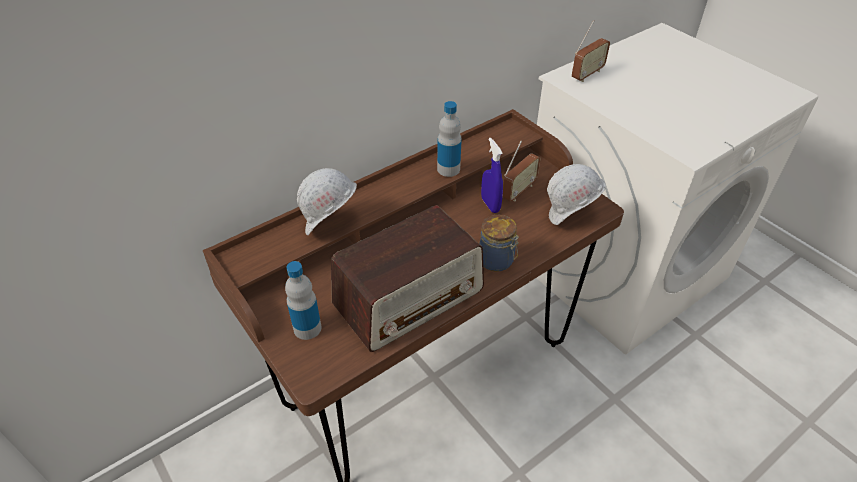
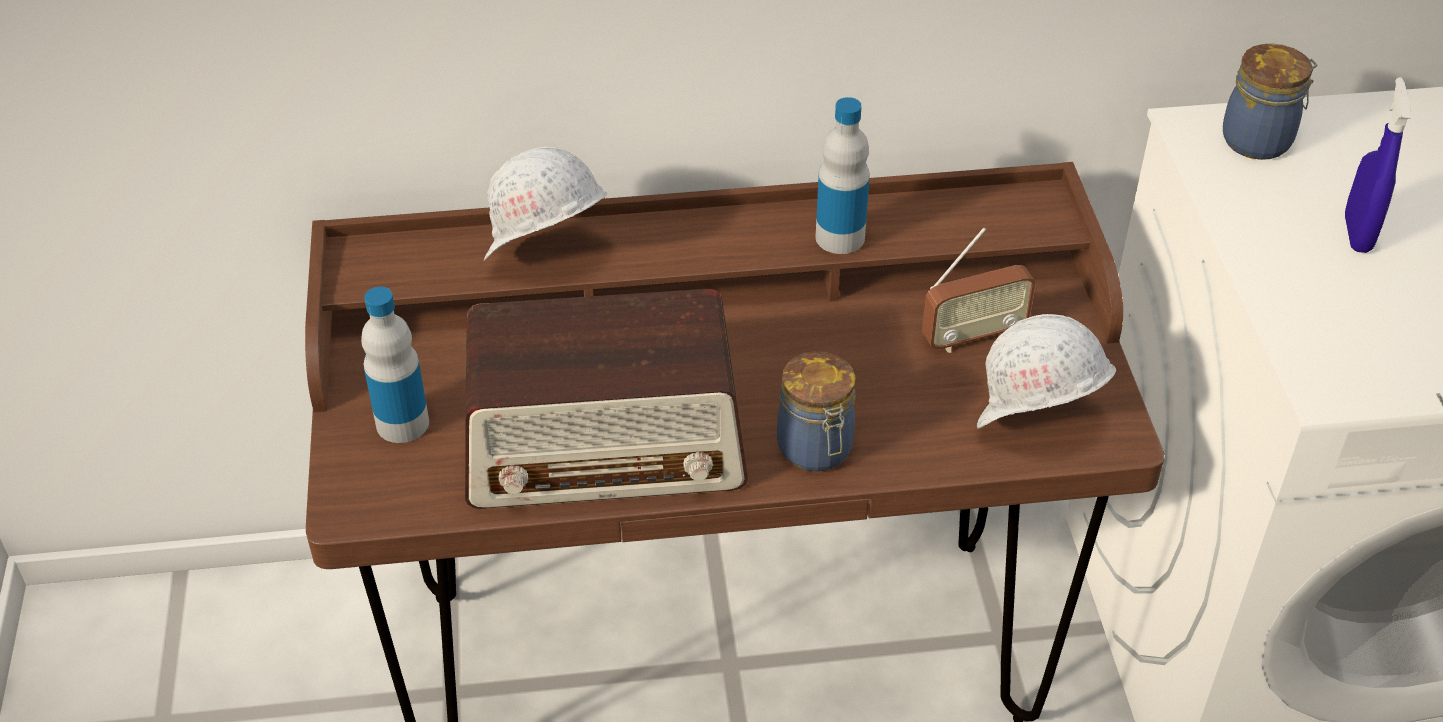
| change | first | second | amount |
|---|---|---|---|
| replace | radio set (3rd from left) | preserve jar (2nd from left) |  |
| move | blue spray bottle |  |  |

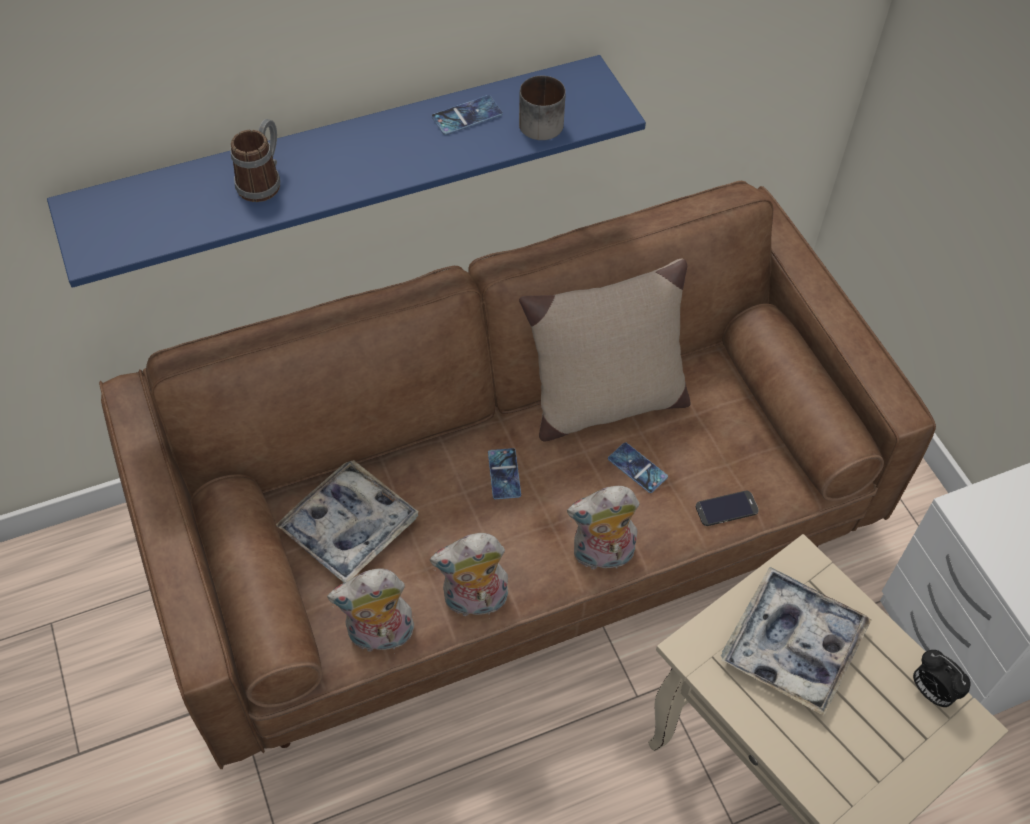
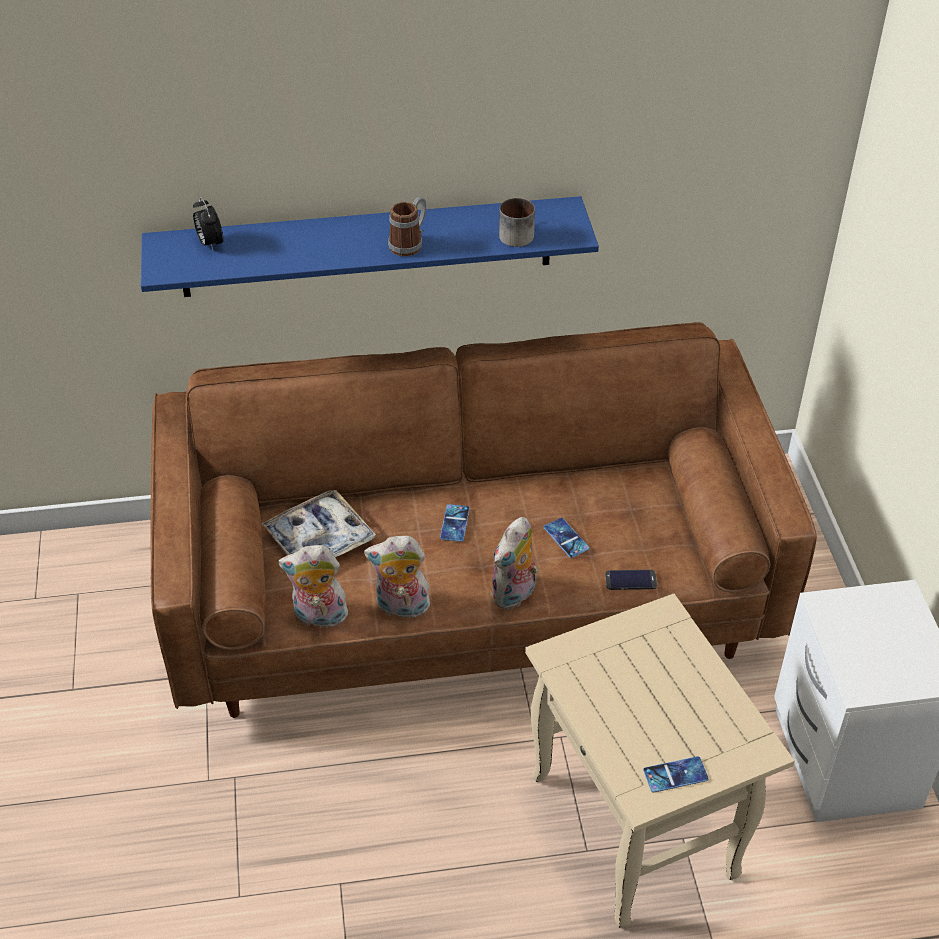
| change | first | second | amount |
|---|---|---|---|
| move | alarm clock |  |  |
| move | mug (1st from left) |  |  |
| rotate | plush toy (3rd from left) |  | 60 degrees counterclockwise |
| move | phone (1st from left in the first image) | phone (4th from left) |  |
| delete | sand-coloured cushion |  |  |
| delete | serving tray (2nd from left) |  |  |

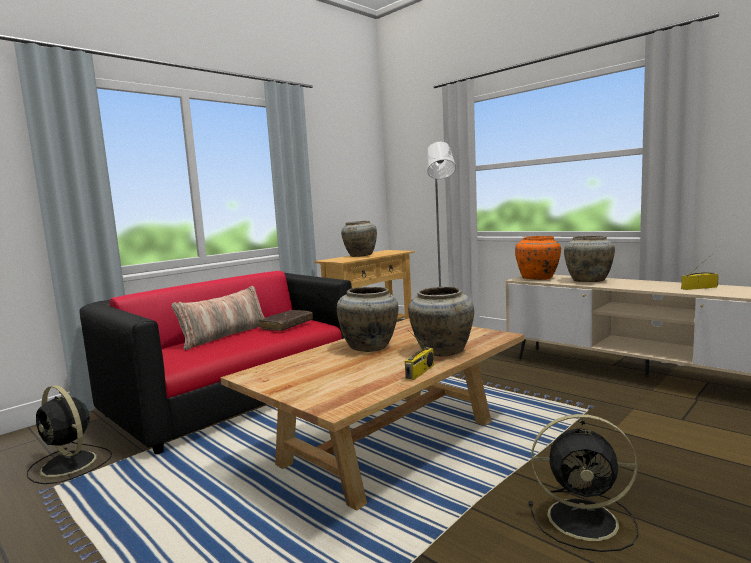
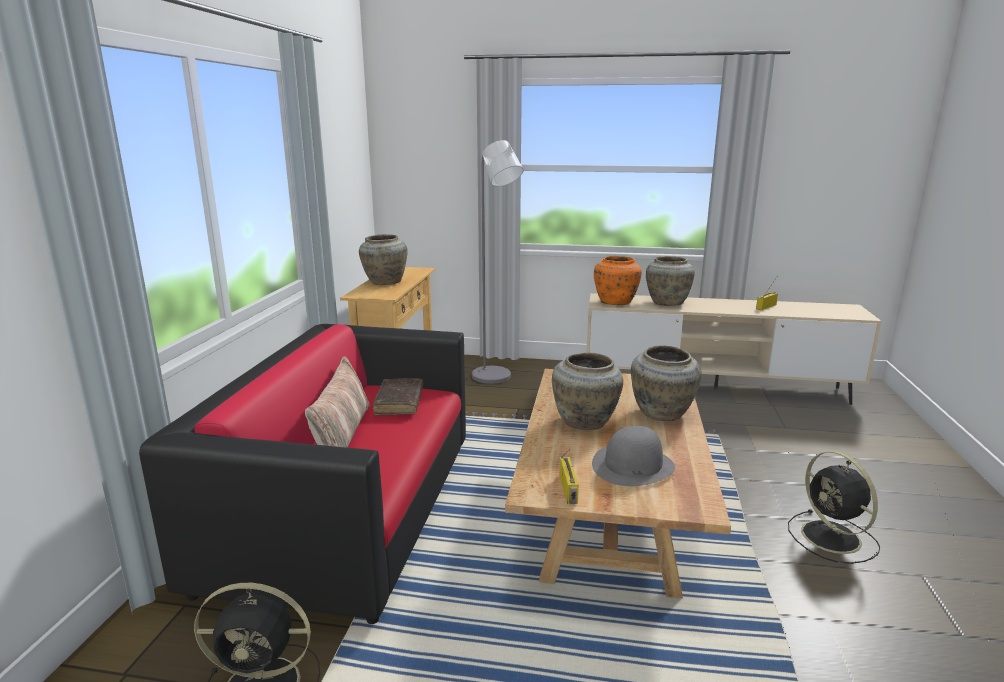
| change | first | second | amount |
|---|---|---|---|
| move | radio set (1st from left) |  |  |
| insert |  | greyish hat |  |
| rotate | black-coloured cooling fan (2nd from left) |  | 90 degrees clockwise |

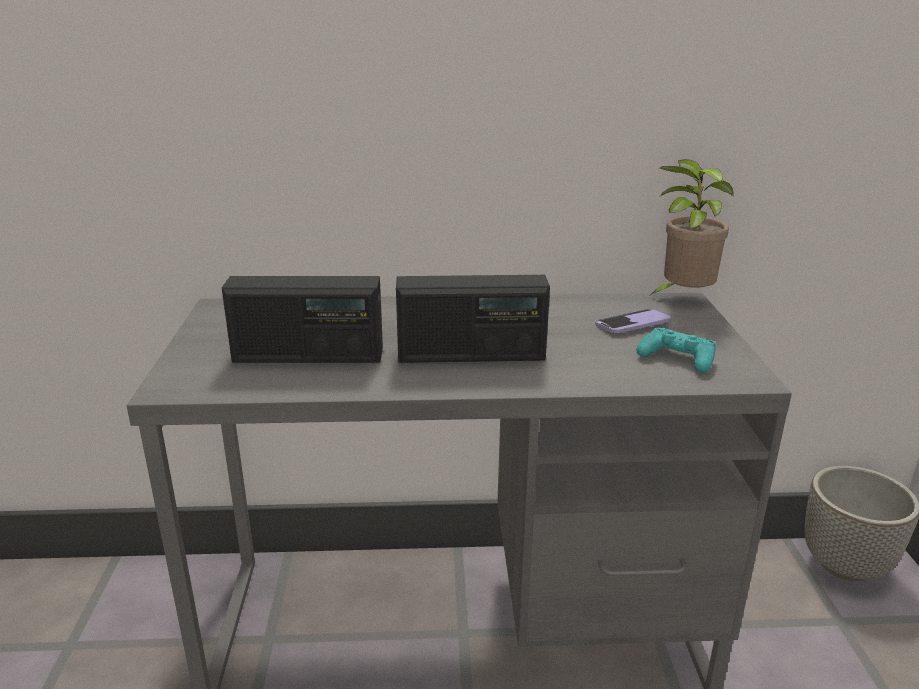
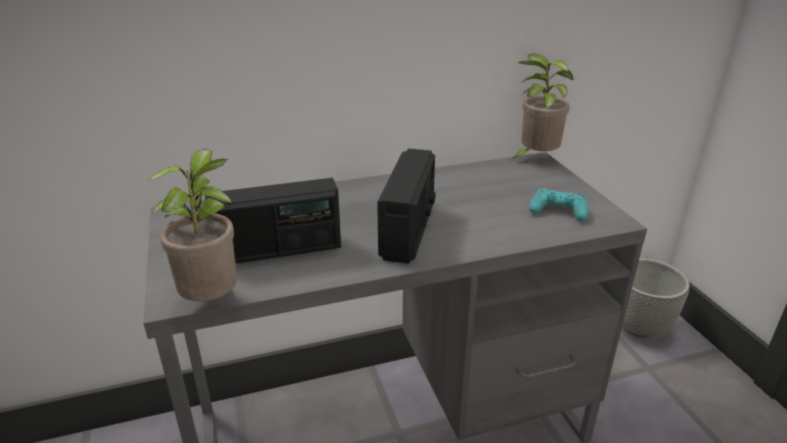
| change | first | second | amount |
|---|---|---|---|
| insert |  | potted plant (1st from left) |  |
| rotate | radio set (2nd from left) |  | 60 degrees counterclockwise |
| delete | phone |  |  |

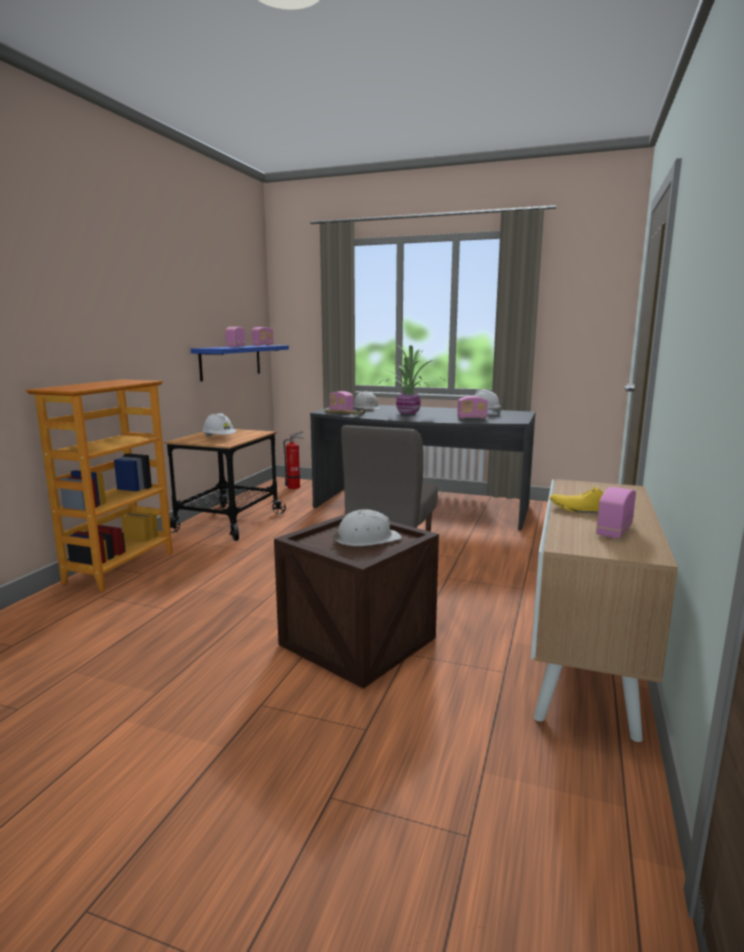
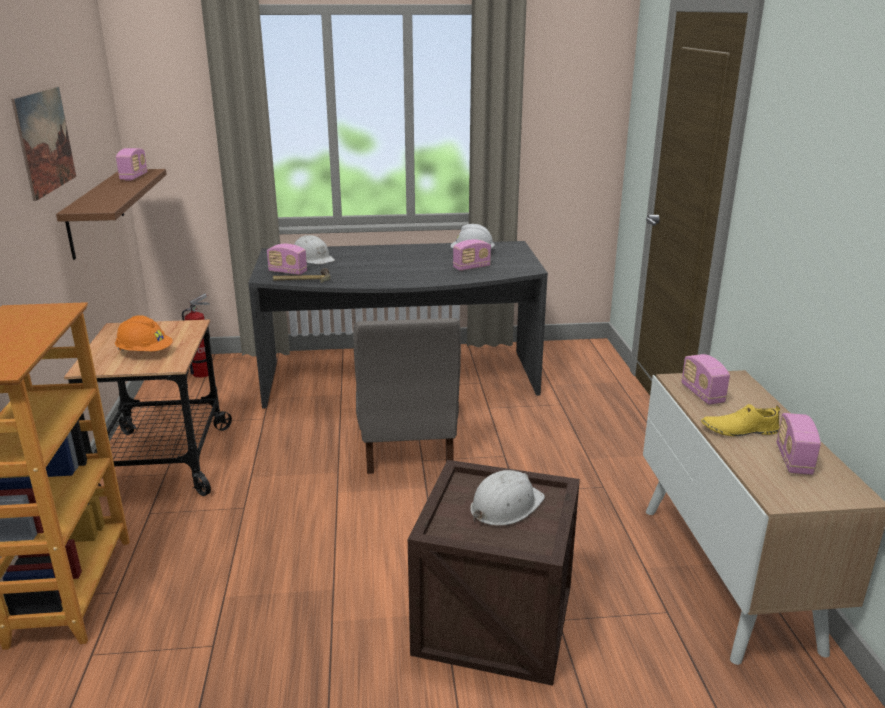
| change | first | second | amount |
|---|---|---|---|
| insert |  | wall picture |  |
| recolor | blue bracket shelf | brown bracket shelf |  |
| recolor | white work helmet (1st from left) | orange work helmet |  |
| move | radio set (1st from left in the first image) | radio set (4th from left) |  |
| delete | potted plant |  |  |

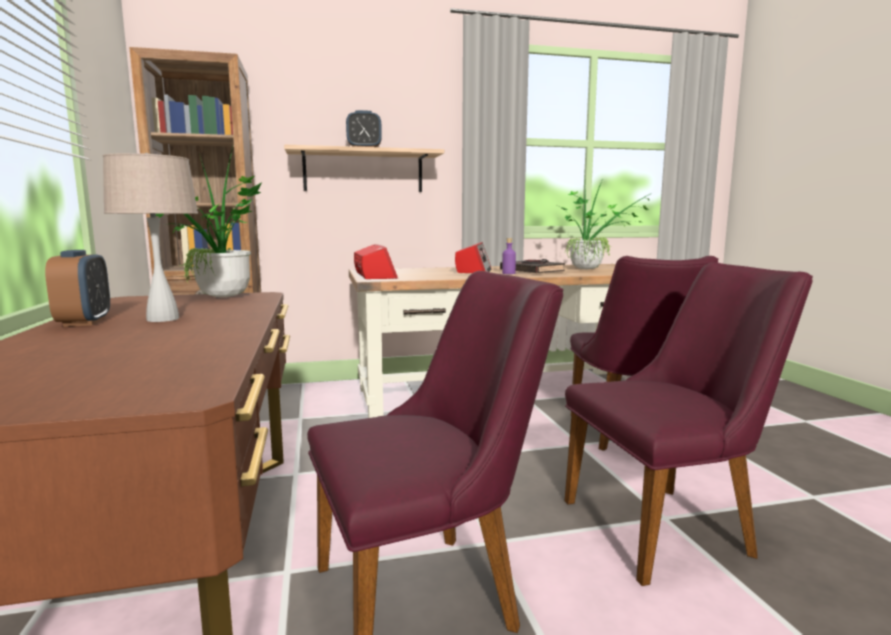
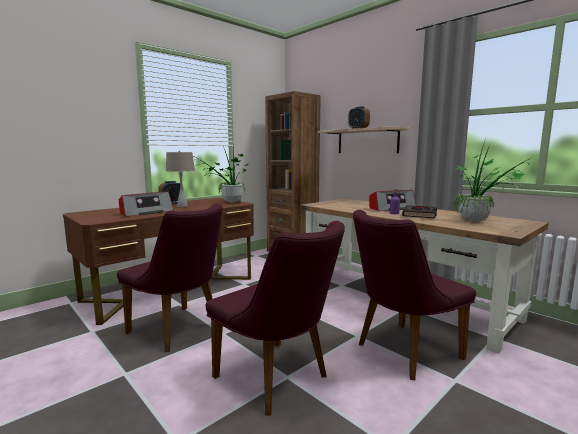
| change | first | second | amount |
|---|---|---|---|
| move | radio set (1st from left) |  |  |

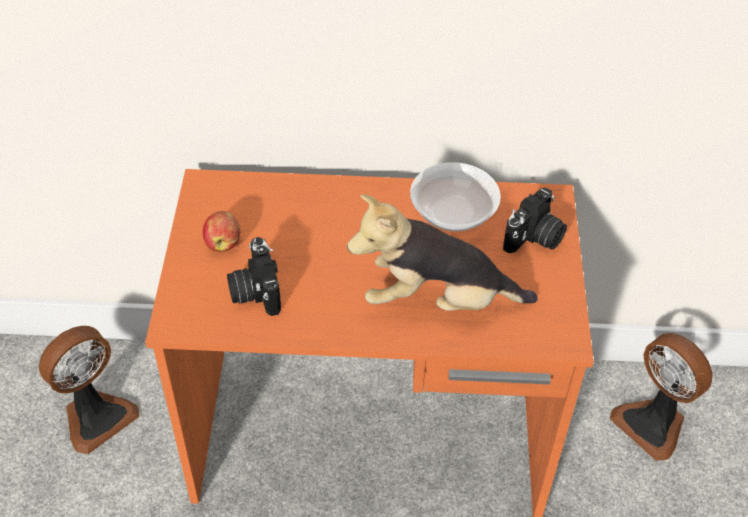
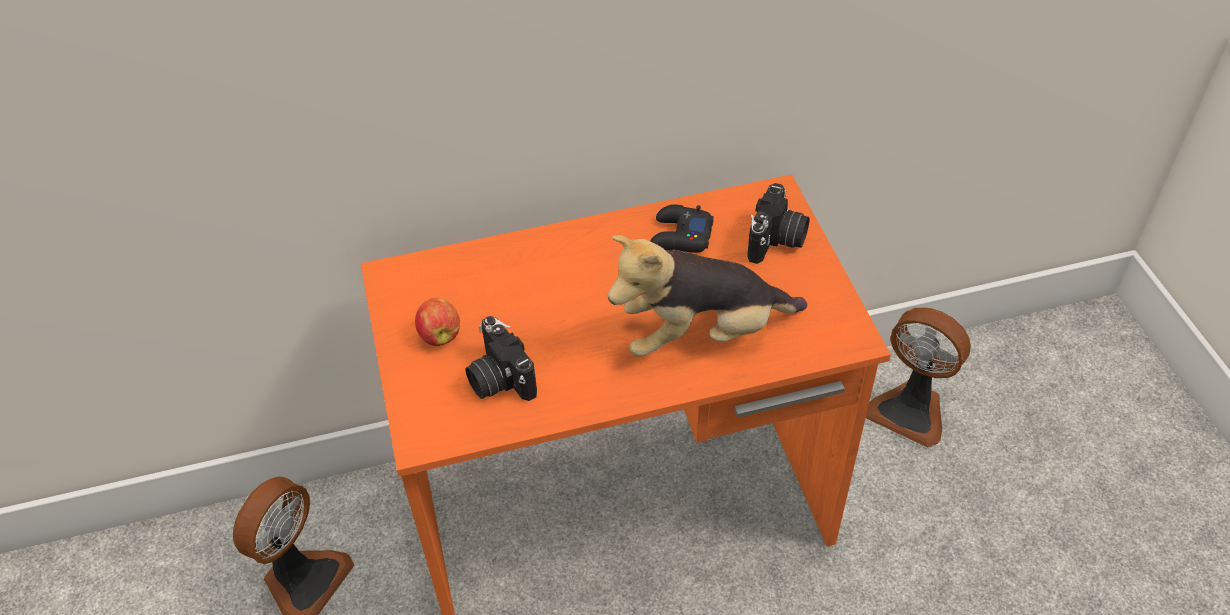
| change | first | second | amount |
|---|---|---|---|
| replace | serving bowl | black-coloured gamepad |  |

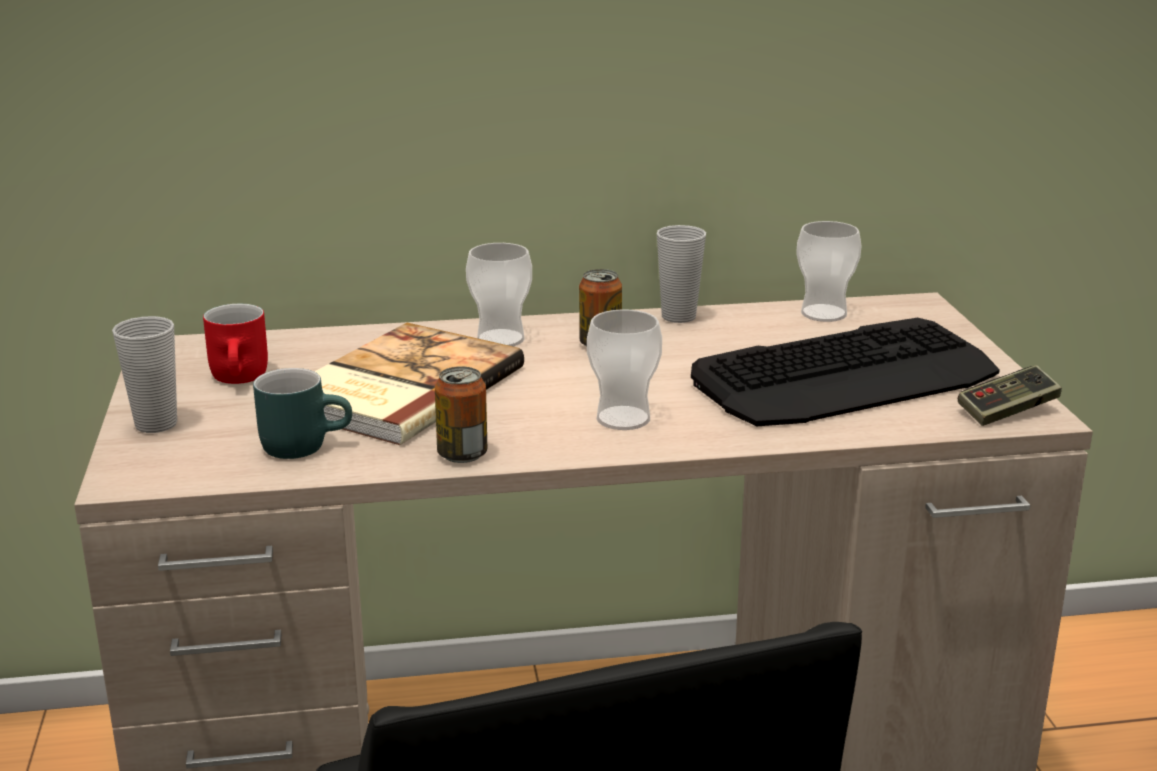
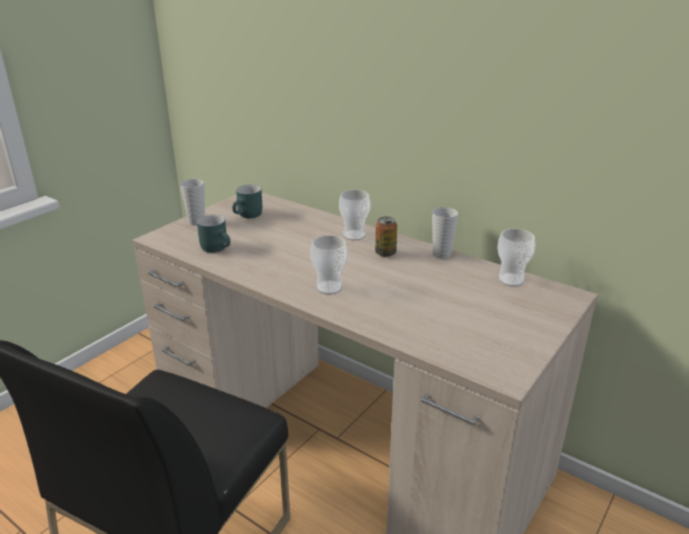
| change | first | second | amount |
|---|---|---|---|
| recolor | red-coloured mug | turquoise mug (2nd from left) |  |
| delete | volume |  |  |
| delete | sealed can (1st from left) |  |  |
| delete | PC keyboard |  |  |
| delete | gamepad |  |  |

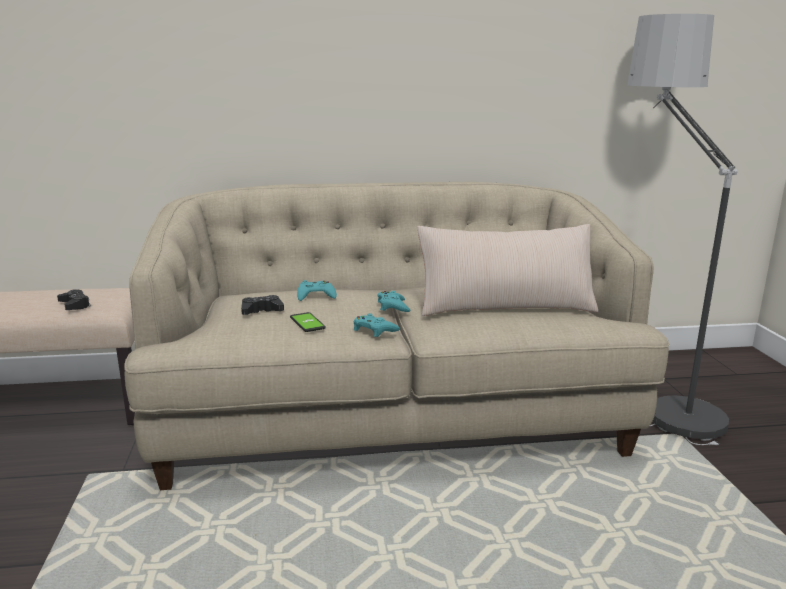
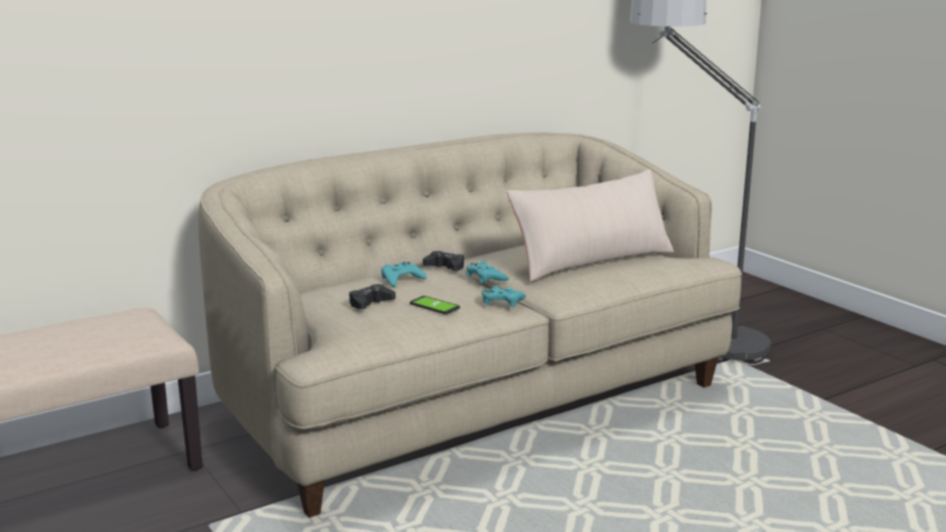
| change | first | second | amount |
|---|---|---|---|
| move | black-coloured gamepad (1st from left in the first image) | black-coloured gamepad (2nd from left) |  |

